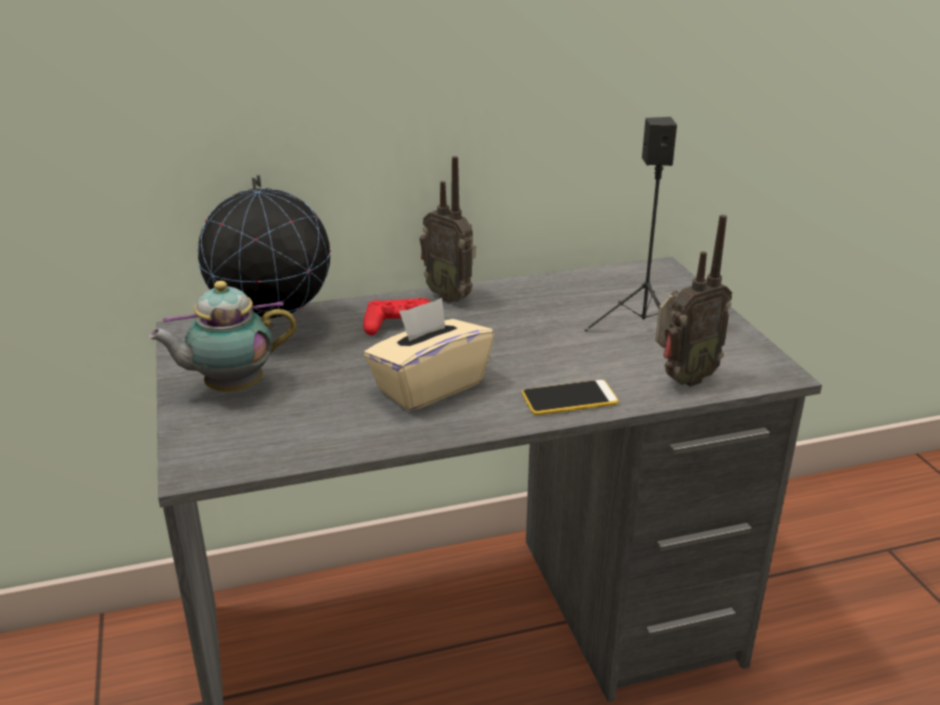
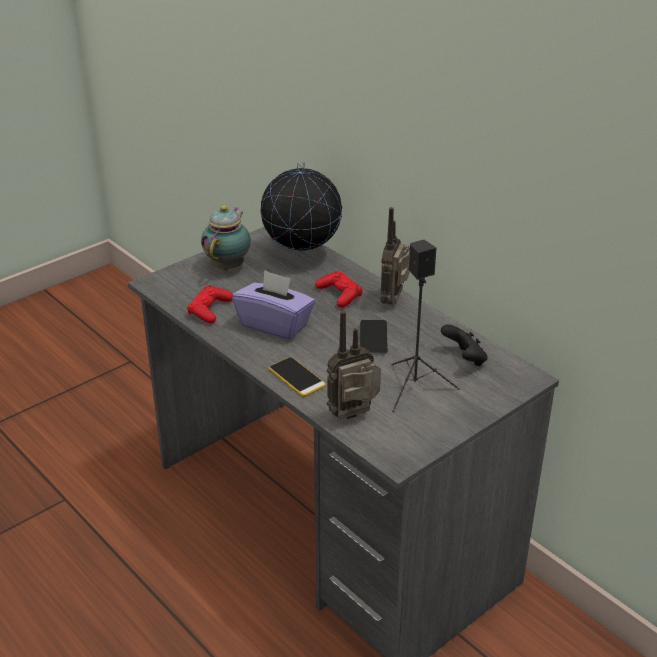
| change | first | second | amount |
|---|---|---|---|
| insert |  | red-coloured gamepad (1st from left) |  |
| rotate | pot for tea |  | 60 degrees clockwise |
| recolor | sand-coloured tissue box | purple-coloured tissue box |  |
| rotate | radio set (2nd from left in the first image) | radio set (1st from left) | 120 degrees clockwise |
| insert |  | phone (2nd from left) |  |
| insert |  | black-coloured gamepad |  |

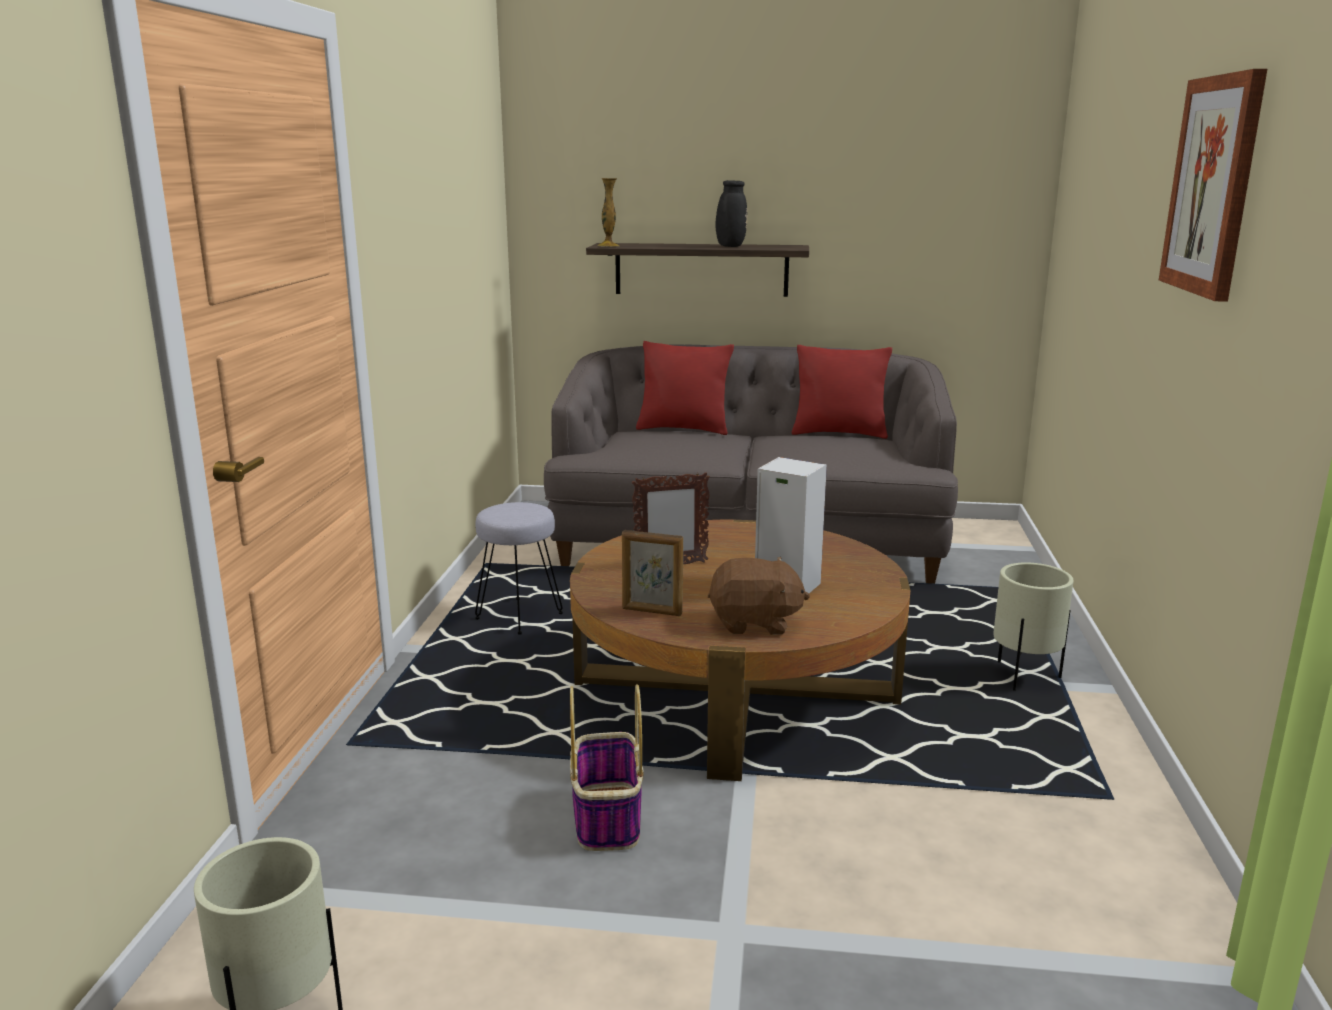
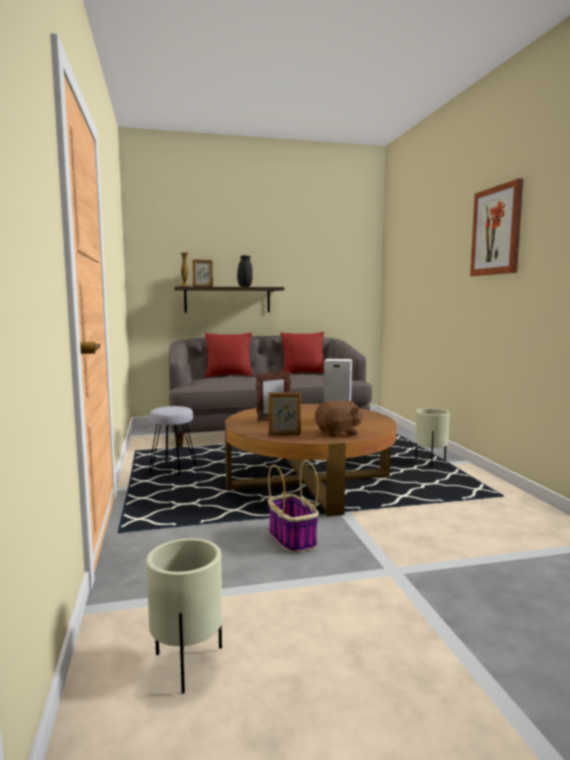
| change | first | second | amount |
|---|---|---|---|
| insert |  | photo frame (1st from left) |  |

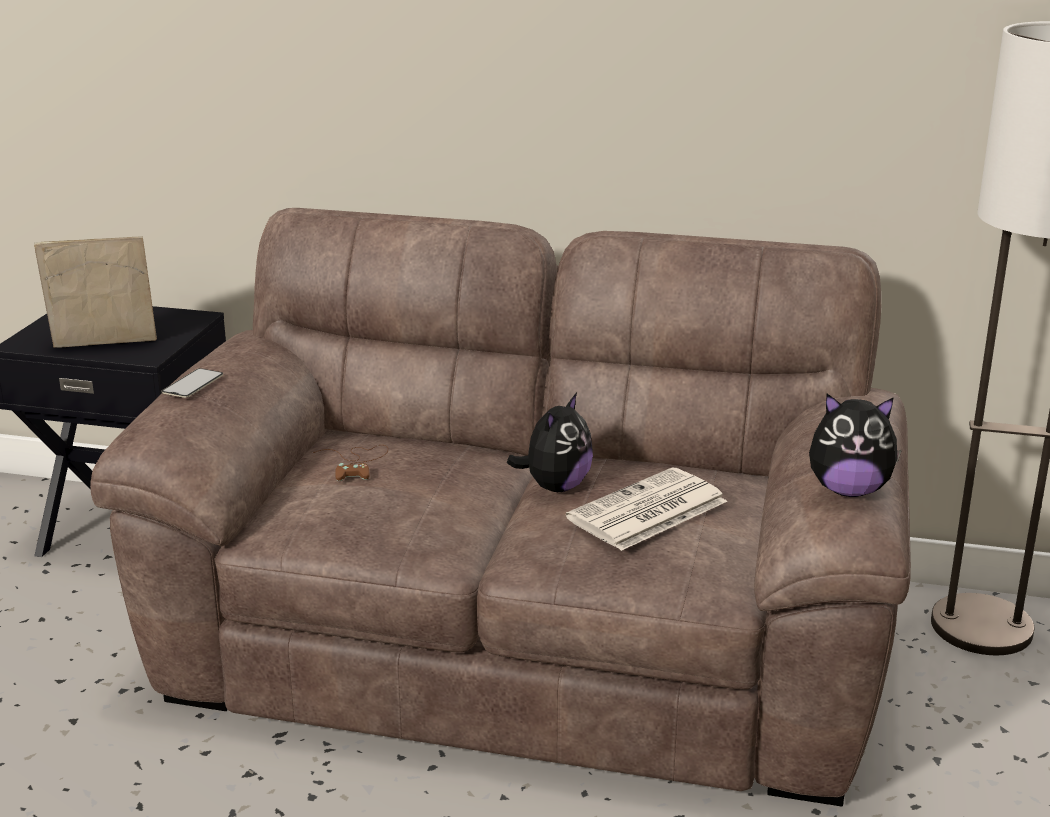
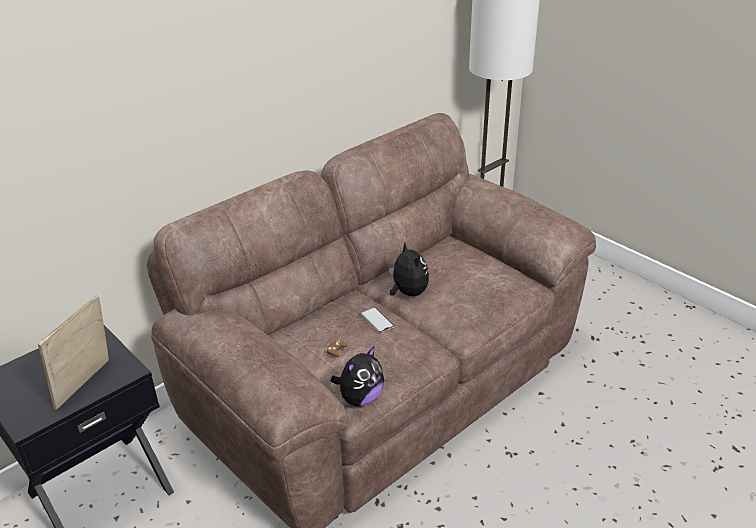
| change | first | second | amount |
|---|---|---|---|
| move | plush toy (2nd from left in the first image) | plush toy (1st from left) |  |
| move | phone |  |  |
| delete | printed paper |  |  |

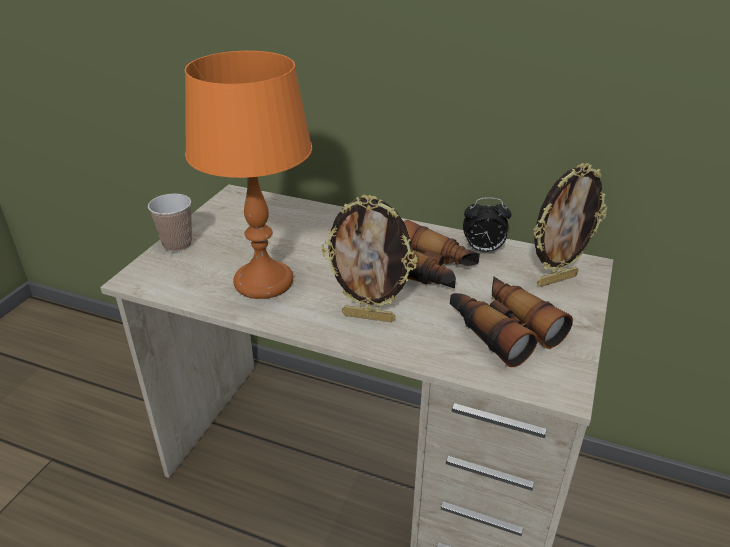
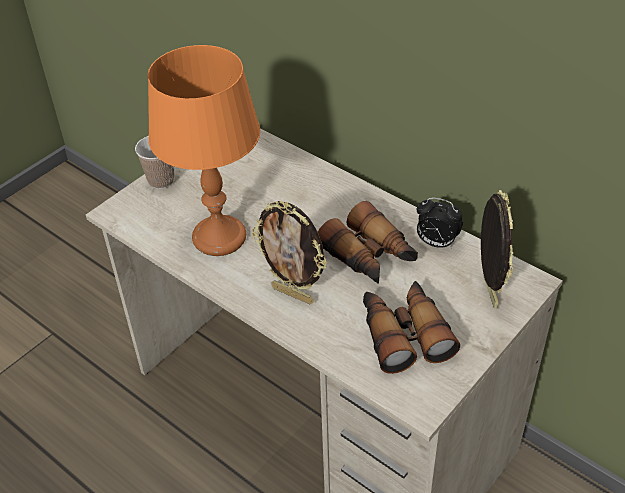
| change | first | second | amount |
|---|---|---|---|
| rotate | photo frame (2nd from left) |  | 90 degrees counterclockwise |

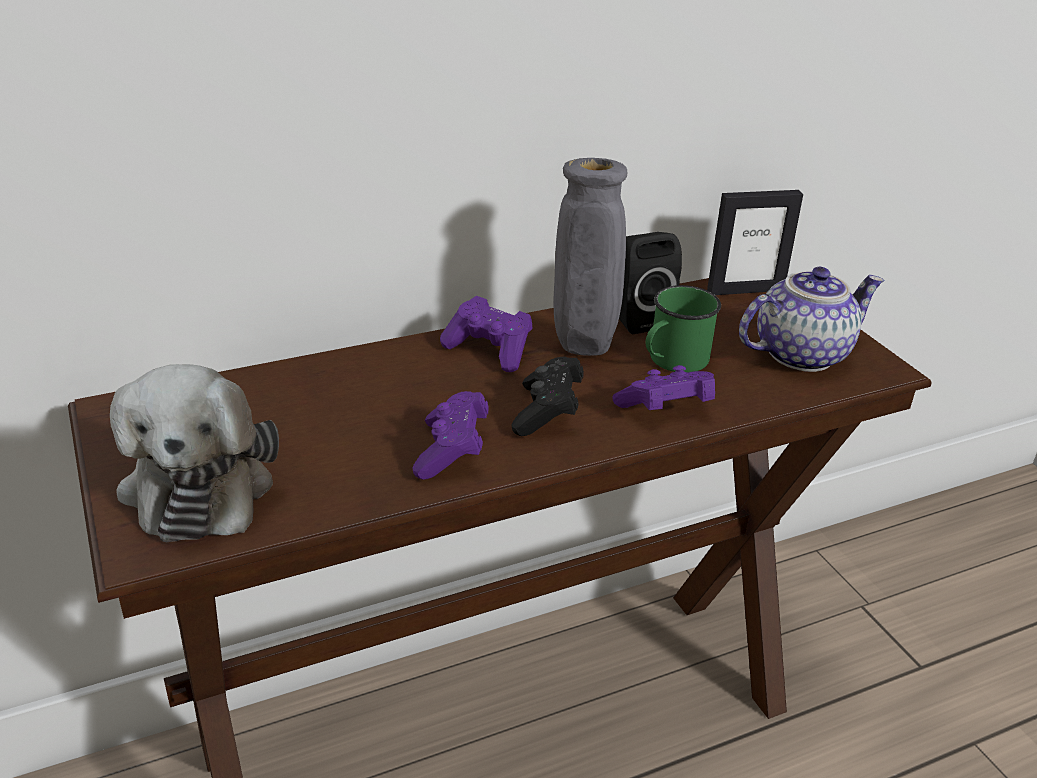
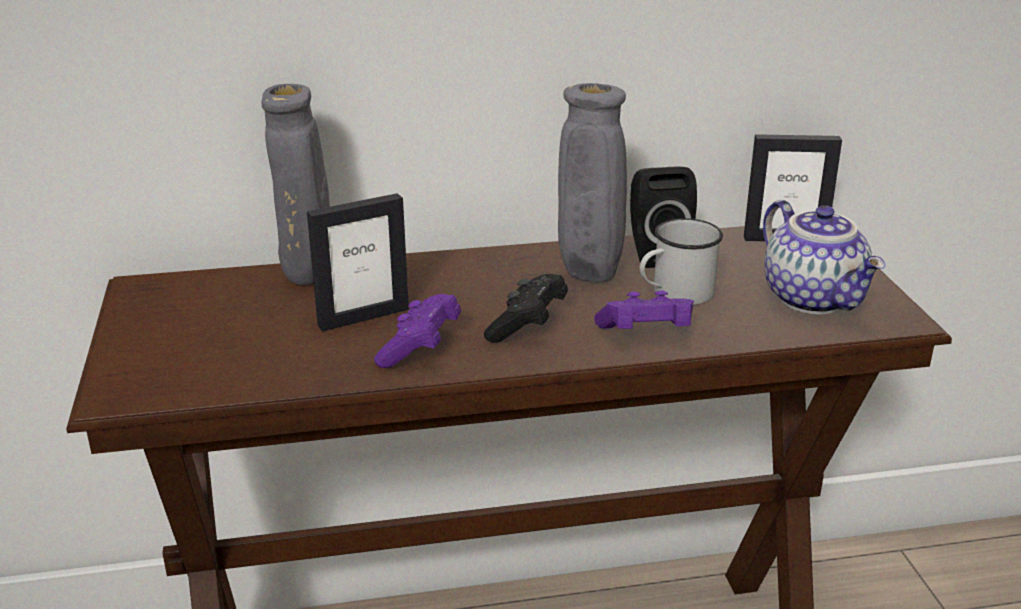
| change | first | second | amount |
|---|---|---|---|
| insert |  | greyish vase (1st from left) |  |
| insert |  | photo frame (1st from left) |  |
| recolor | green-coloured mug | white mug |  |
| rotate | pot for tea |  | 75 degrees clockwise |
| delete | plush toy |  |  |
| delete | purple-coloured gamepad (2nd from left) |  |  |

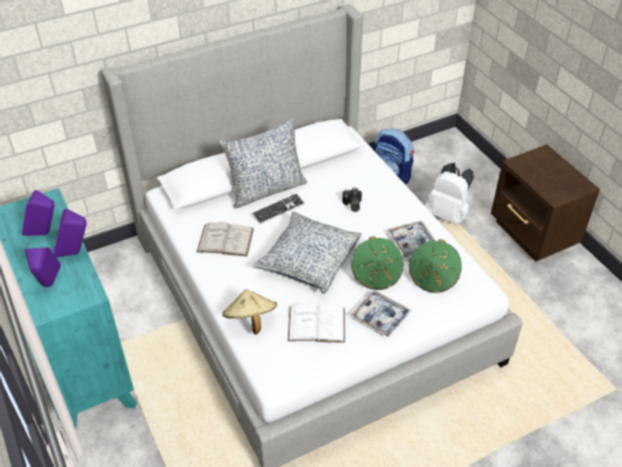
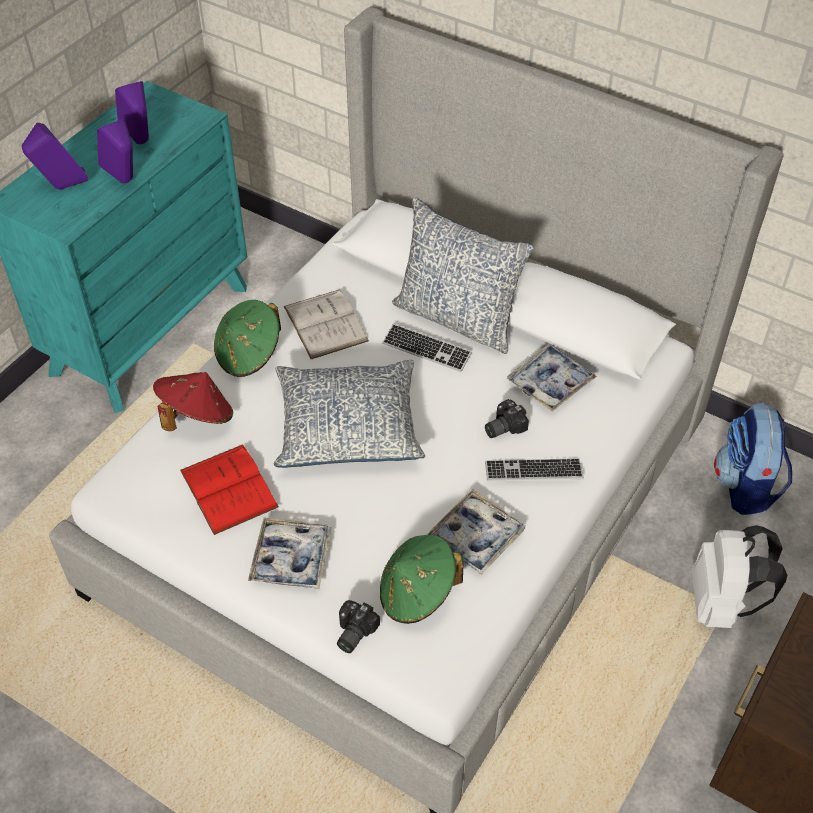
| change | first | second | amount |
|---|---|---|---|
| recolor | sand-coloured hat | red-coloured hat |  |
| recolor | white volume (2nd from left) | red-coloured volume |  |
| move | green-coloured hat (1st from left) |  |  |
| insert |  | photo camera (1st from left) |  |
| insert |  | PC keyboard (2nd from left) |  |
| insert |  | serving tray (3rd from left) |  |

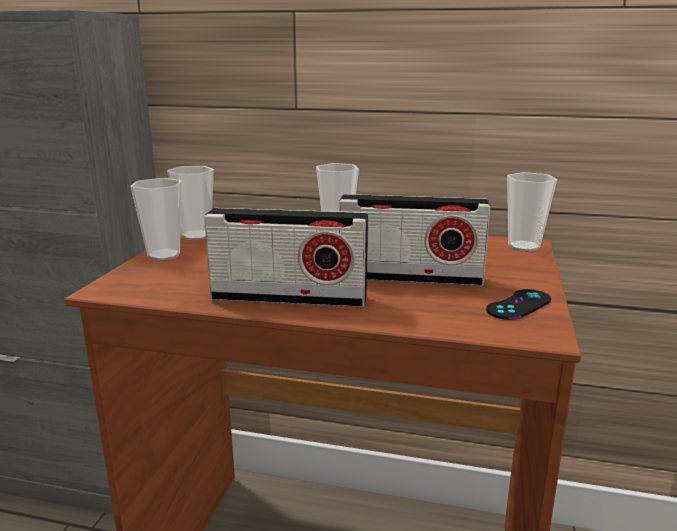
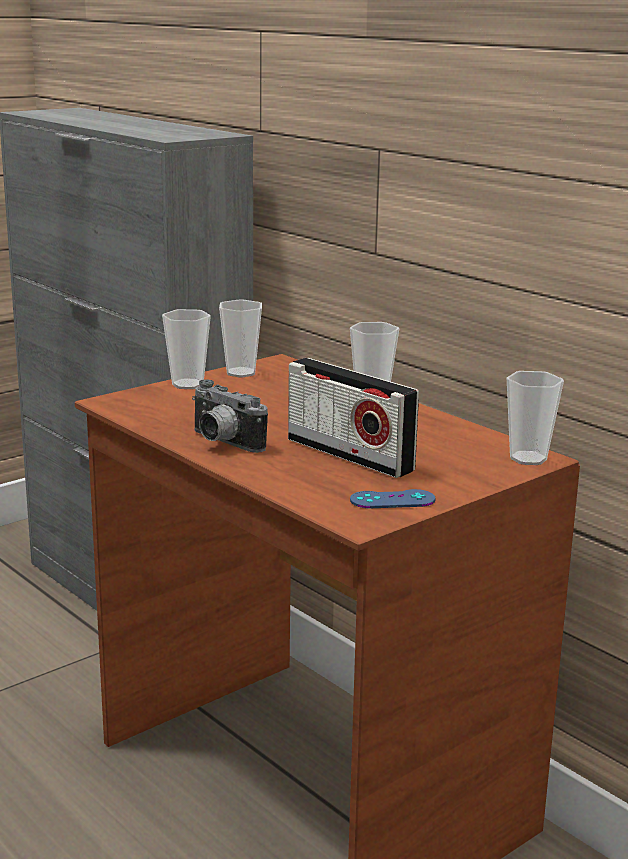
| change | first | second | amount |
|---|---|---|---|
| replace | radio set (1st from left) | photo camera |  |
| recolor | black-coloured gamepad | blue gamepad |  |

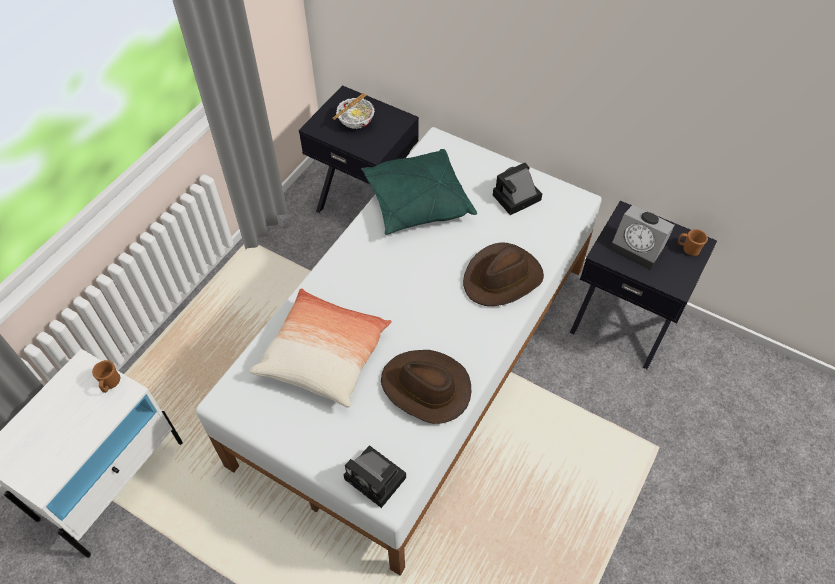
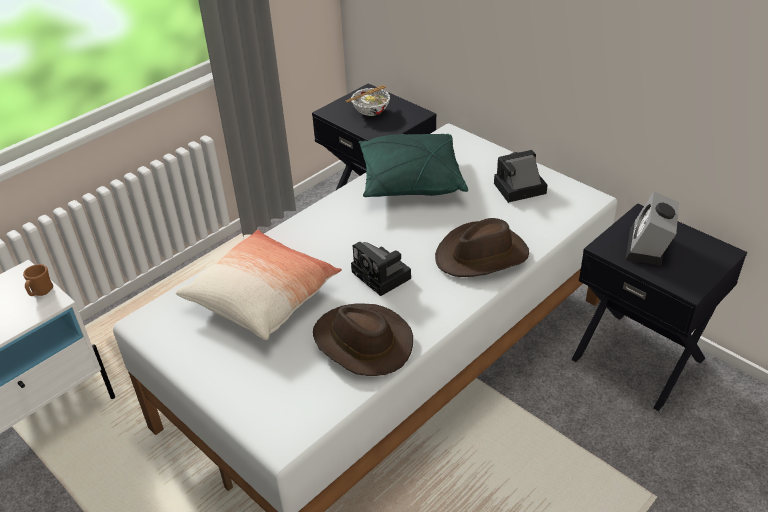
| change | first | second | amount |
|---|---|---|---|
| move | photo camera (1st from left) |  |  |
| rotate | alarm clock |  | 60 degrees clockwise |
| delete | brown mug (2nd from left) |  |  |

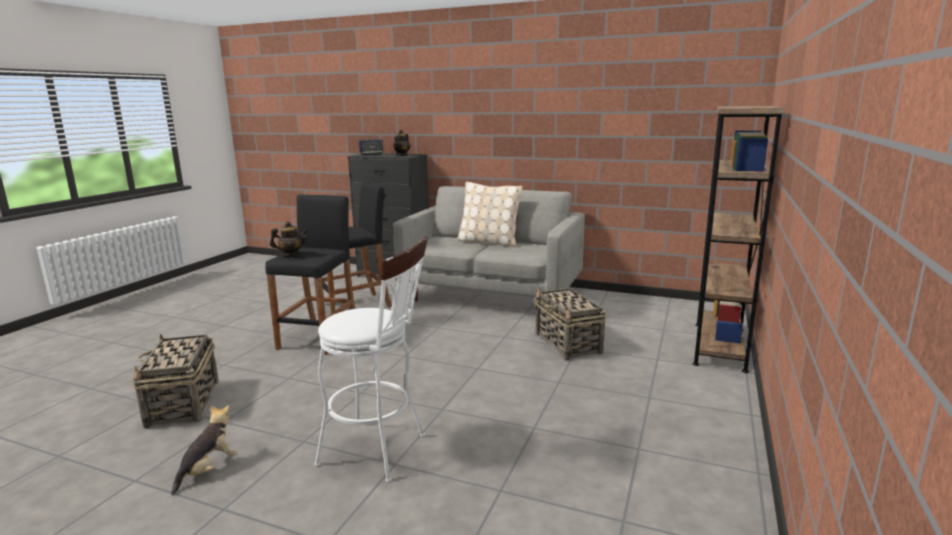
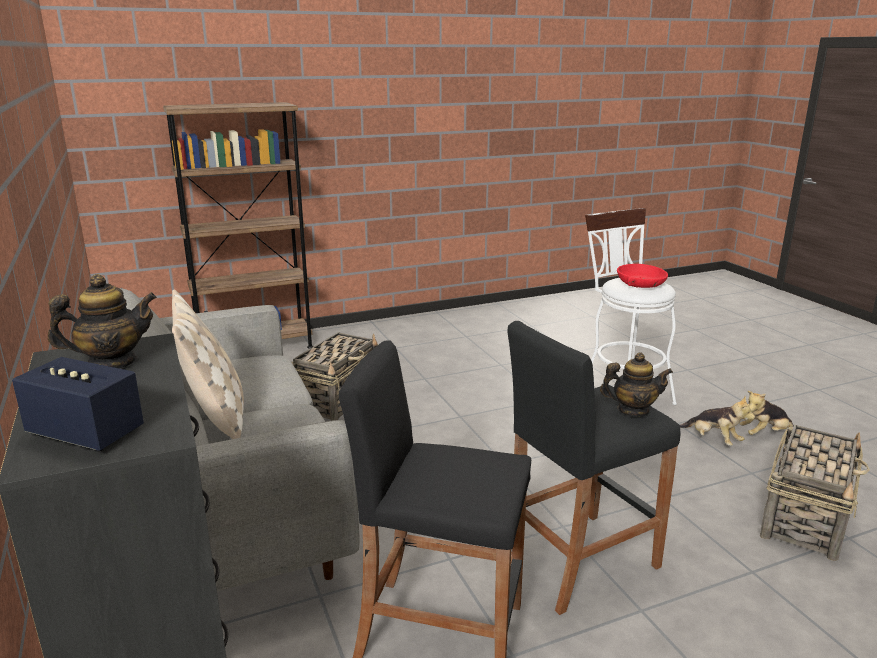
| change | first | second | amount |
|---|---|---|---|
| rotate | pot for tea (1st from left in the first image) | pot for tea (2nd from left) | 150 degrees clockwise |
| insert |  | red-coloured serving bowl |  |
| insert |  | plush toy (1st from left) |  |

